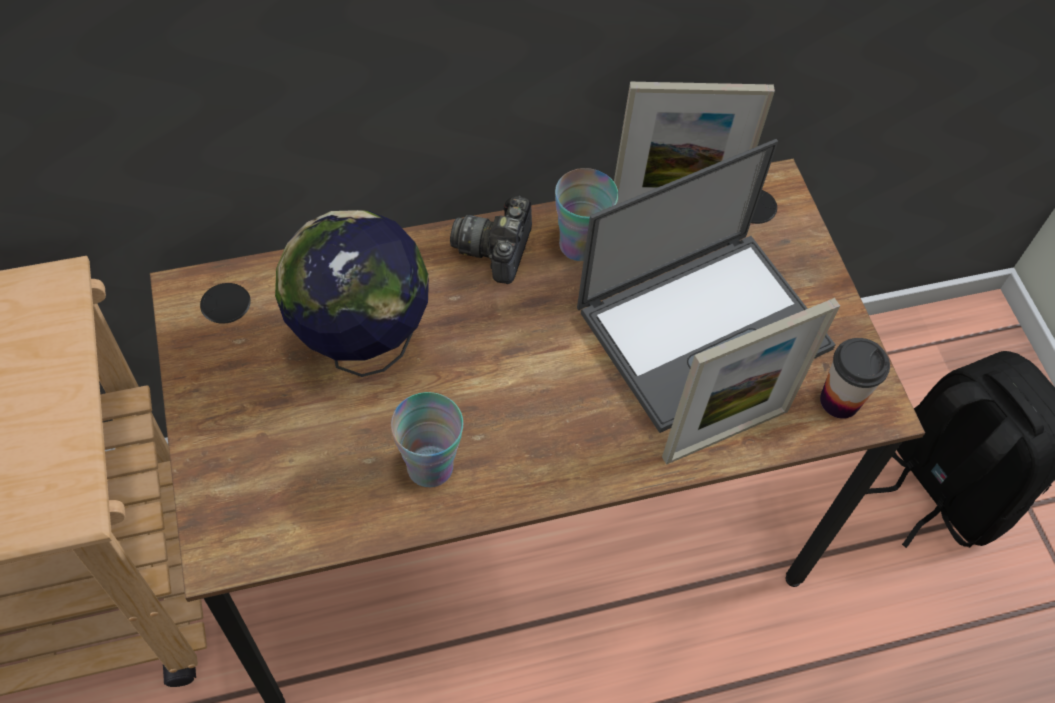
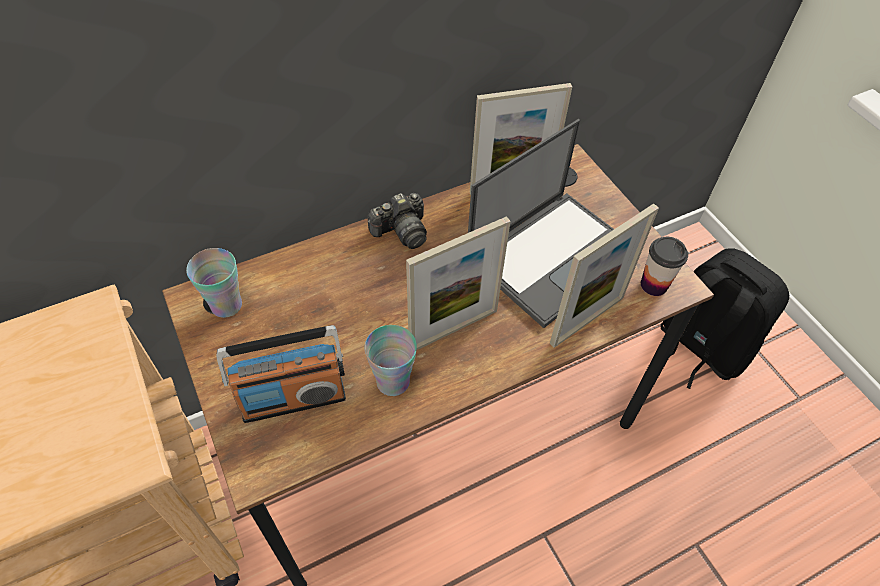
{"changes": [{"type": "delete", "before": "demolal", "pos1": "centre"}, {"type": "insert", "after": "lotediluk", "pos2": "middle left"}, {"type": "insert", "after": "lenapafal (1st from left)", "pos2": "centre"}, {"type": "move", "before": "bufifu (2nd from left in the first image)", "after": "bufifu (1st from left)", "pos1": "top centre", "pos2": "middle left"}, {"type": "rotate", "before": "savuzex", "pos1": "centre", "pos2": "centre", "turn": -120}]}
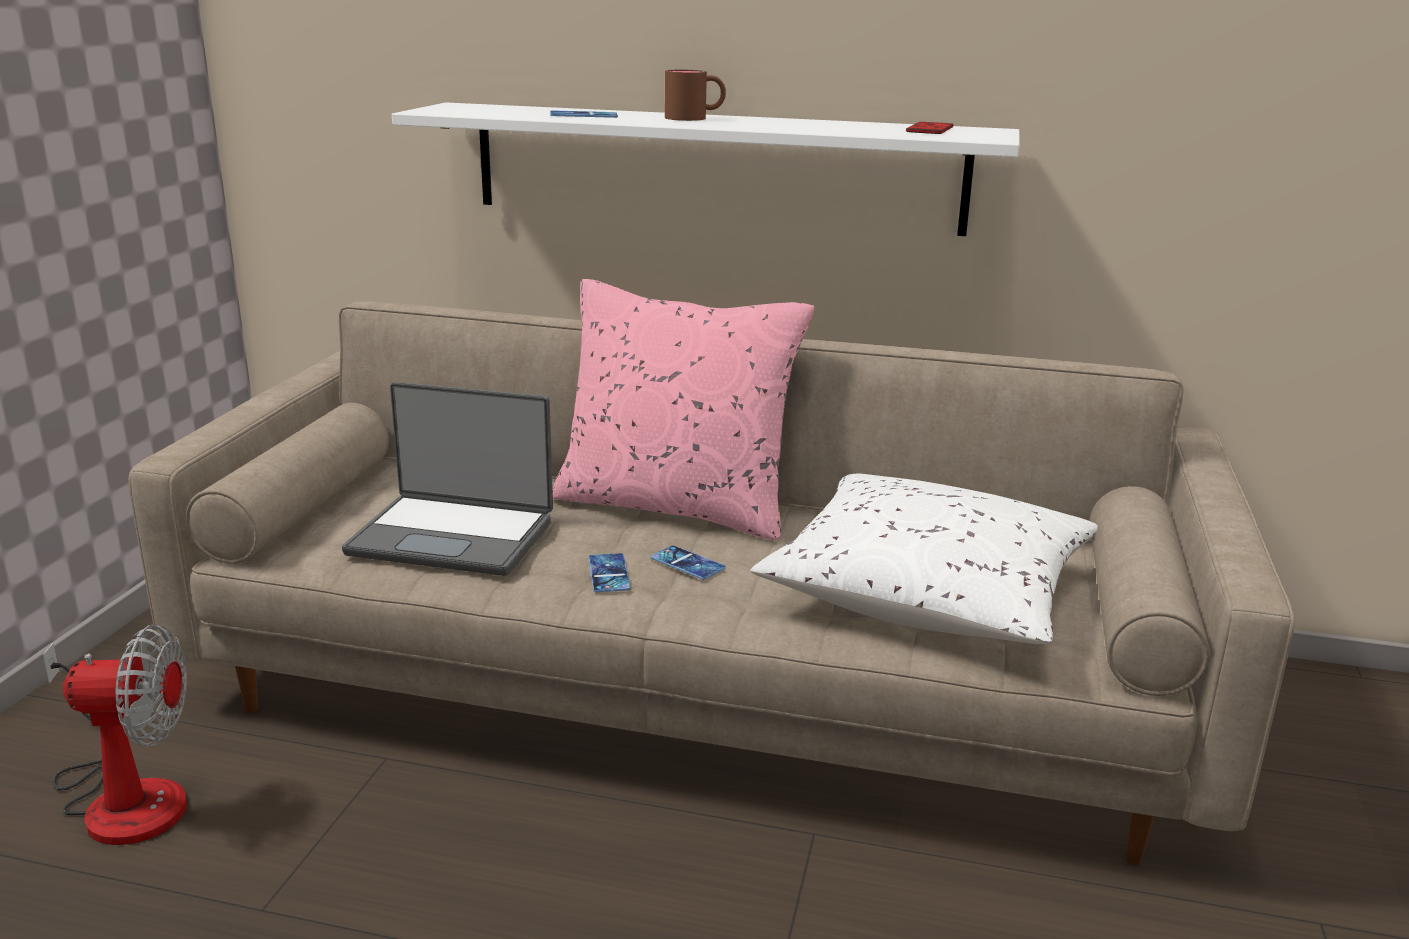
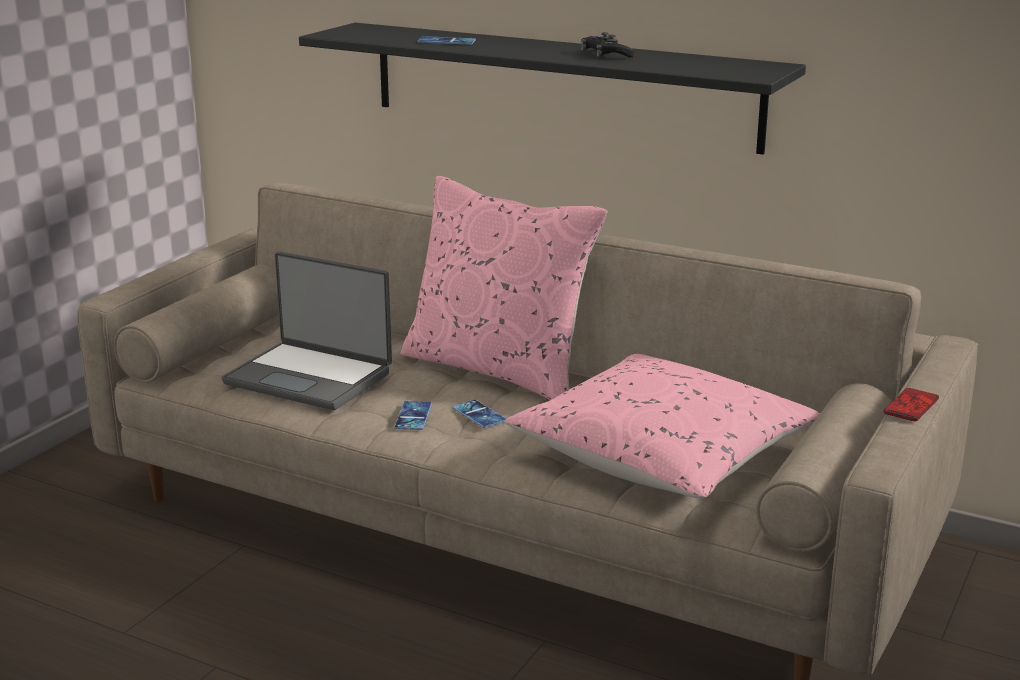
{"changes": [{"type": "delete", "before": "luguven", "pos1": "bottom left"}, {"type": "delete", "before": "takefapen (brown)", "pos1": "top centre"}, {"type": "insert", "after": "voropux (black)", "pos2": "top centre"}, {"type": "move", "before": "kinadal (4th from left)", "pos1": "top centre", "pos2": "middle right"}, {"type": "recolor", "before": "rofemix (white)", "after": "rofemix (black)", "pos1": "top centre", "pos2": "top centre"}, {"type": "recolor", "before": "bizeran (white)", "after": "bizeran (pink) (2nd from left)", "pos1": "centre", "pos2": "centre"}]}
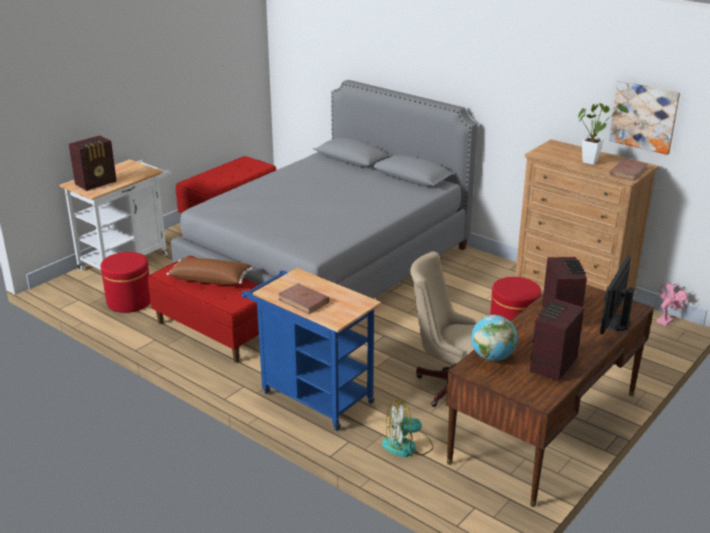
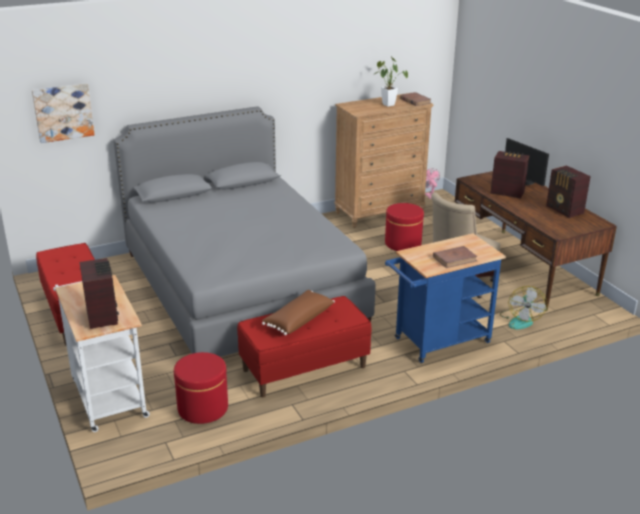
{"changes": [{"type": "delete", "before": "demolal", "pos1": "middle right"}, {"type": "move", "before": "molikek", "pos1": "top right", "pos2": "top left"}]}
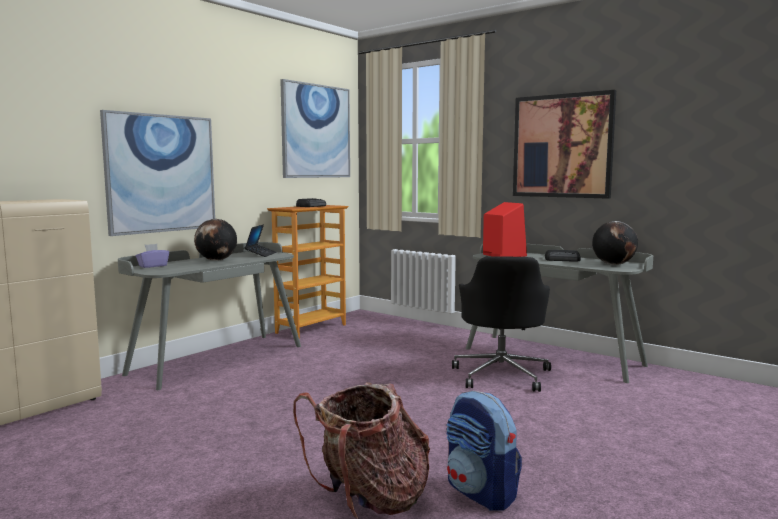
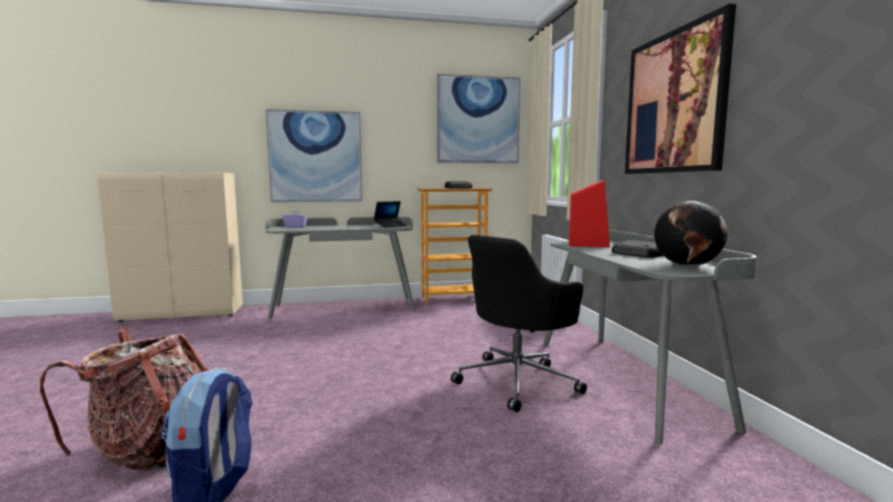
{"changes": [{"type": "delete", "before": "demolal (1st from left)", "pos1": "middle left"}]}
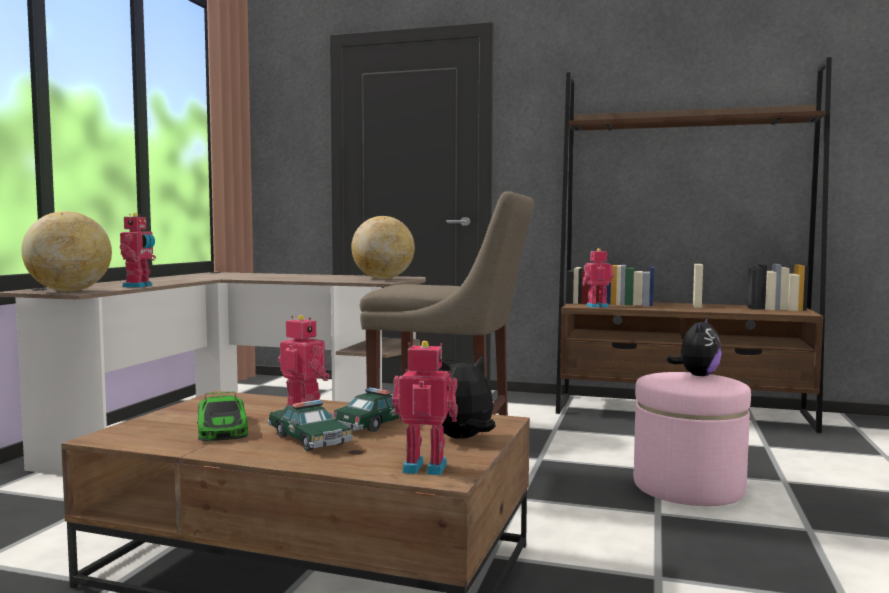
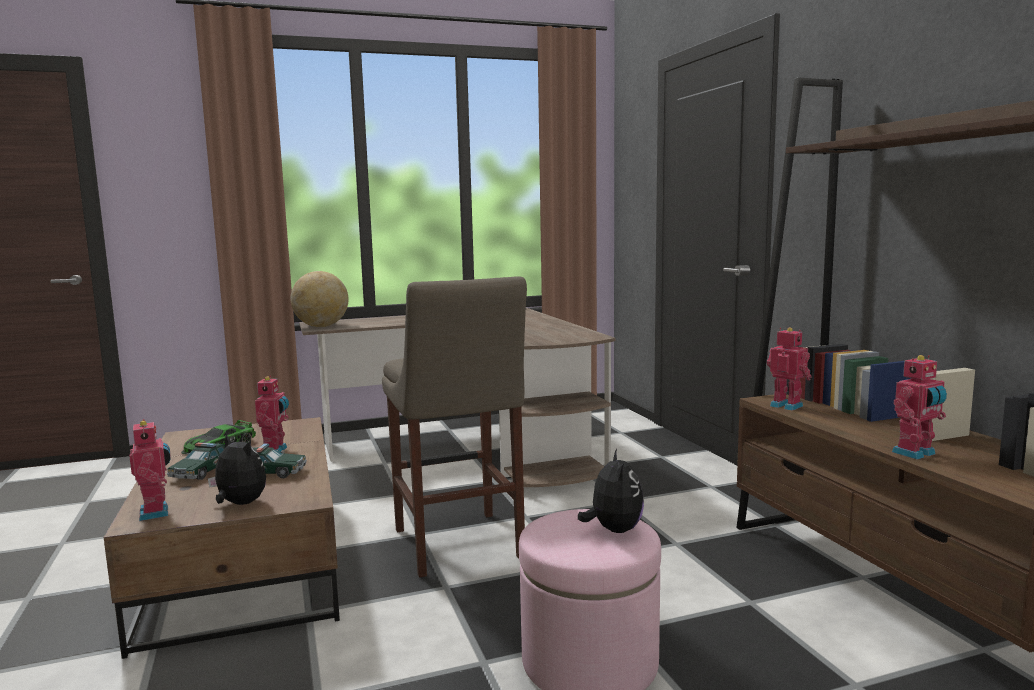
{"changes": [{"type": "delete", "before": "demolal (2nd from left)", "pos1": "centre"}, {"type": "move", "before": "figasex (1st from left in the first image)", "after": "figasex (4th from left)", "pos1": "middle left", "pos2": "middle right"}, {"type": "rotate", "before": "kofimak (2nd from left)", "pos1": "middle right", "pos2": "bottom centre", "turn": -90}]}
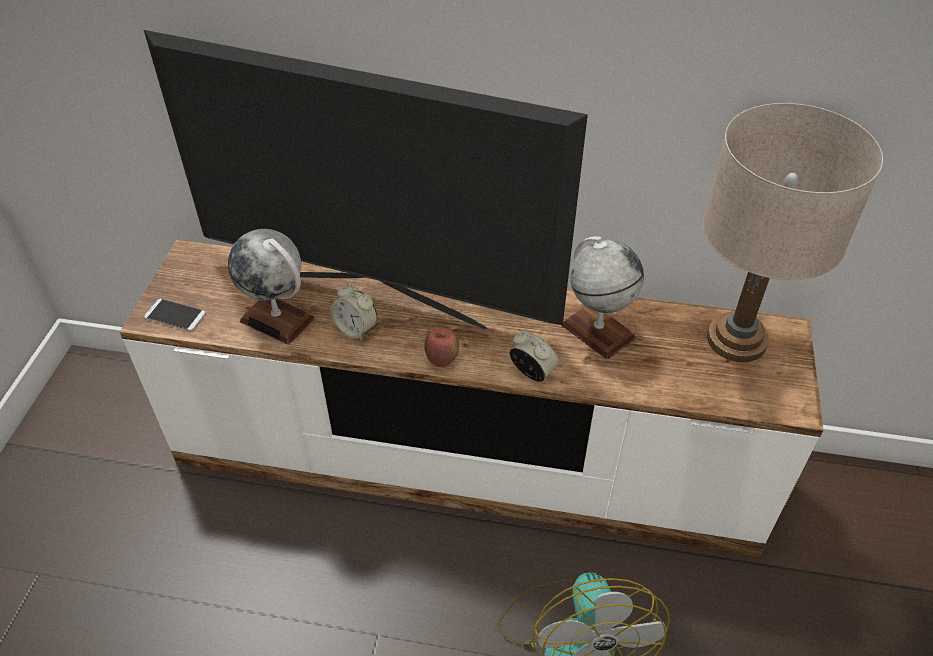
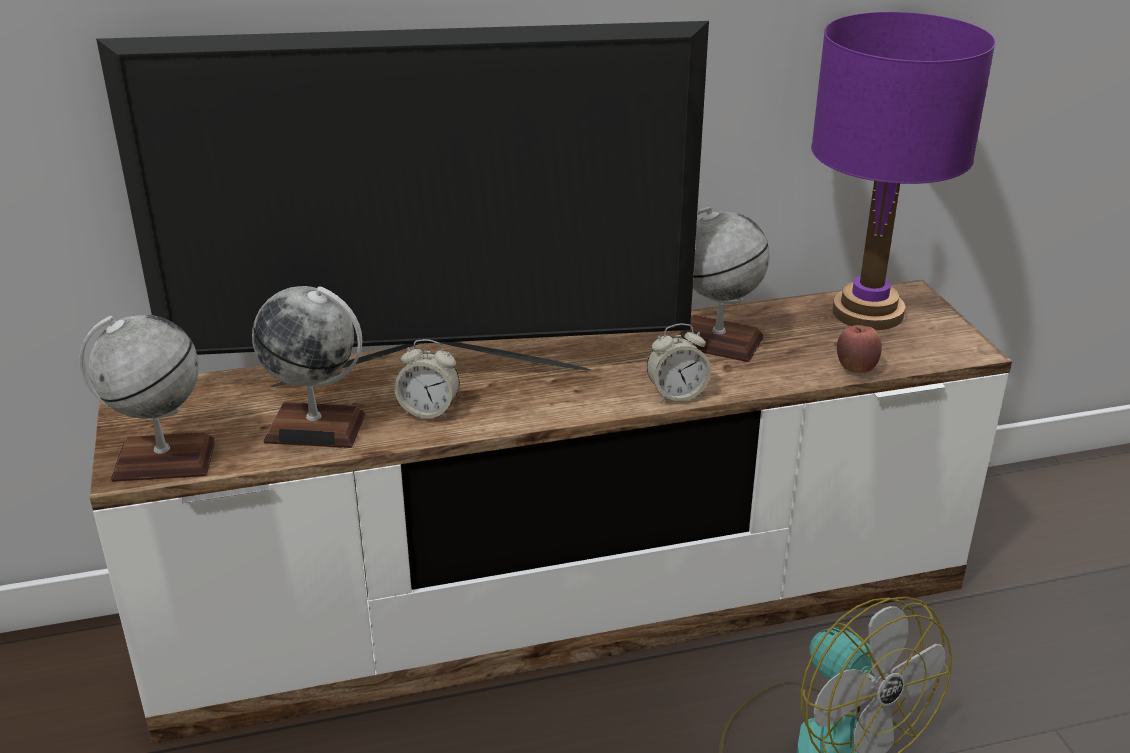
{"changes": [{"type": "move", "before": "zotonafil", "pos1": "centre", "pos2": "middle right"}, {"type": "replace", "before": "kinadal", "after": "demolal (1st from left)", "pos1": "middle left", "pos2": "middle left"}, {"type": "recolor", "before": "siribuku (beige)", "after": "siribuku (purple)", "pos1": "middle right", "pos2": "top right"}, {"type": "rotate", "before": "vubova (2nd from left)", "pos1": "centre", "pos2": "centre", "turn": 150}]}
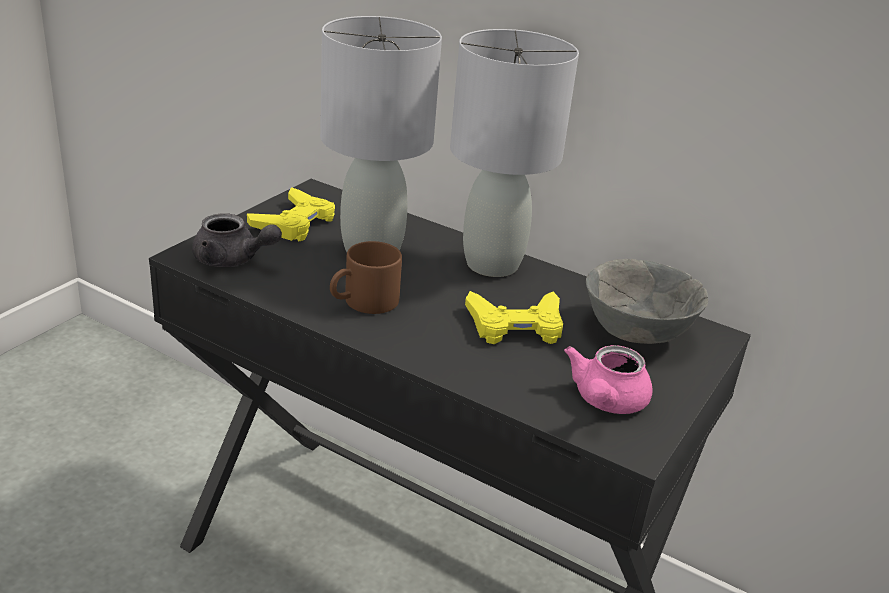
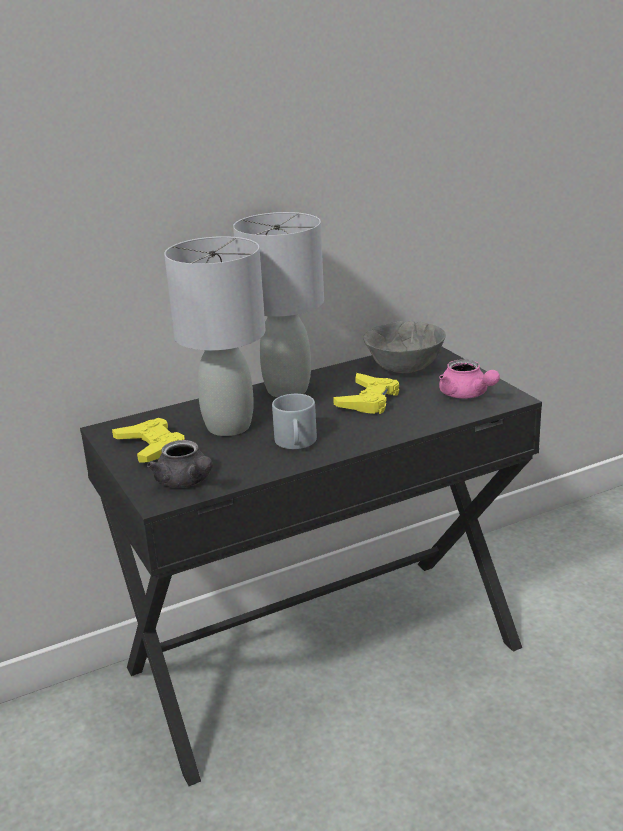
{"changes": [{"type": "recolor", "before": "takefapen (brown)", "after": "takefapen (grey)", "pos1": "centre", "pos2": "centre"}, {"type": "rotate", "before": "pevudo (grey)", "pos1": "middle left", "pos2": "middle left", "turn": 90}]}
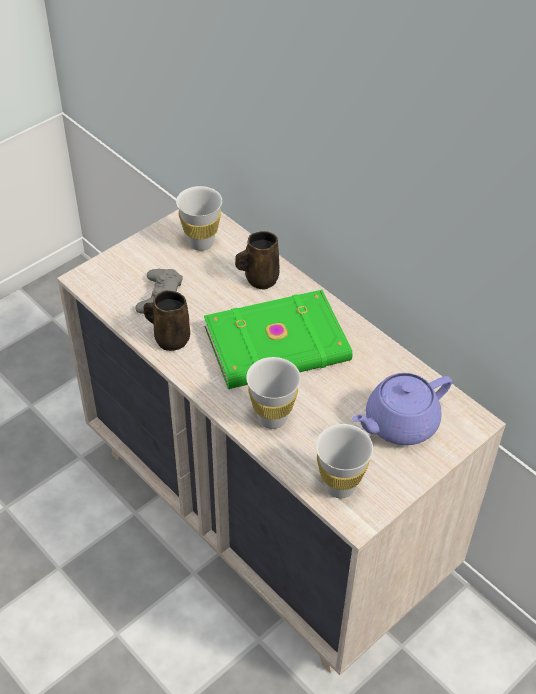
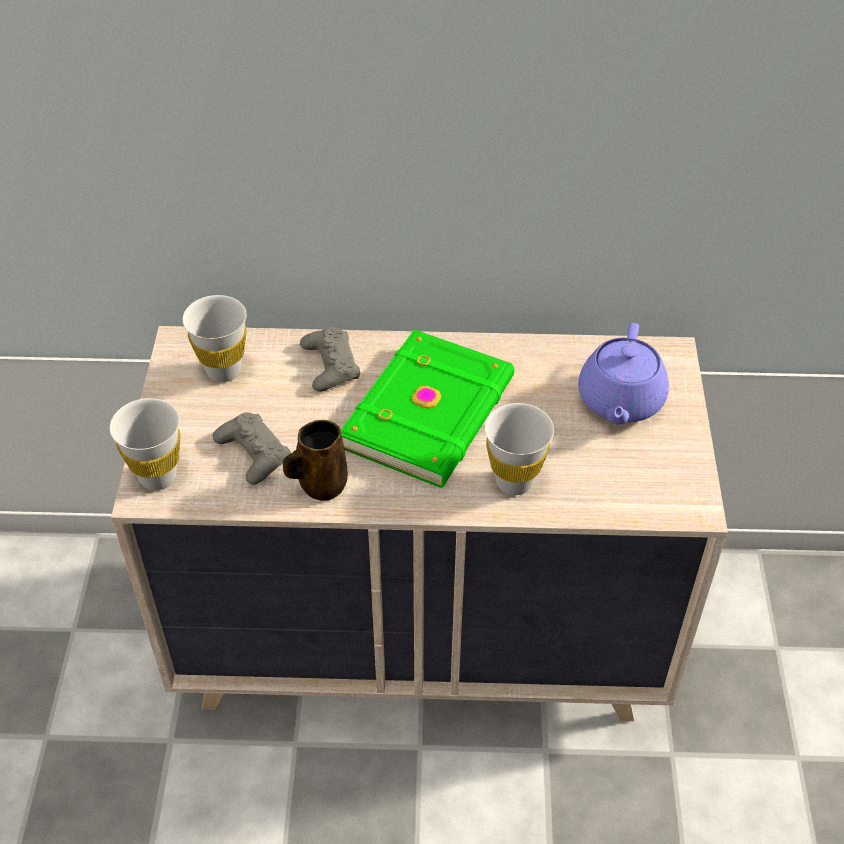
{"changes": [{"type": "move", "before": "bufifu (white) (3rd from left in the first image)", "after": "bufifu (white) (1st from left)", "pos1": "centre", "pos2": "middle left"}, {"type": "replace", "before": "takefapen (brown) (2nd from left)", "after": "voropux (grey) (2nd from left)", "pos1": "centre", "pos2": "centre"}]}
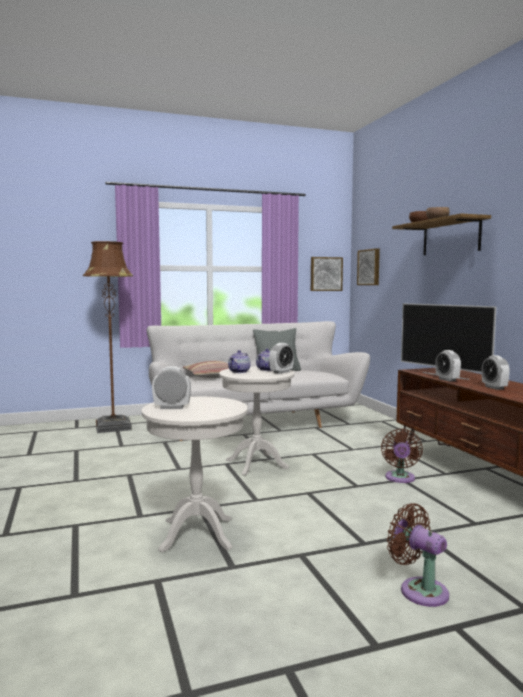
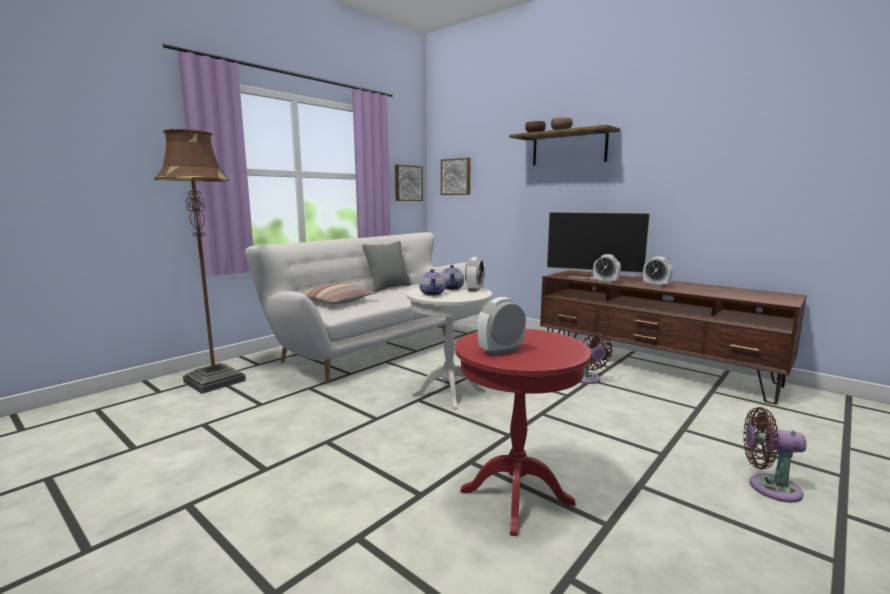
{"changes": [{"type": "recolor", "before": "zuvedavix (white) (1st from left)", "after": "zuvedavix (red)", "pos1": "bottom centre", "pos2": "bottom centre"}]}
